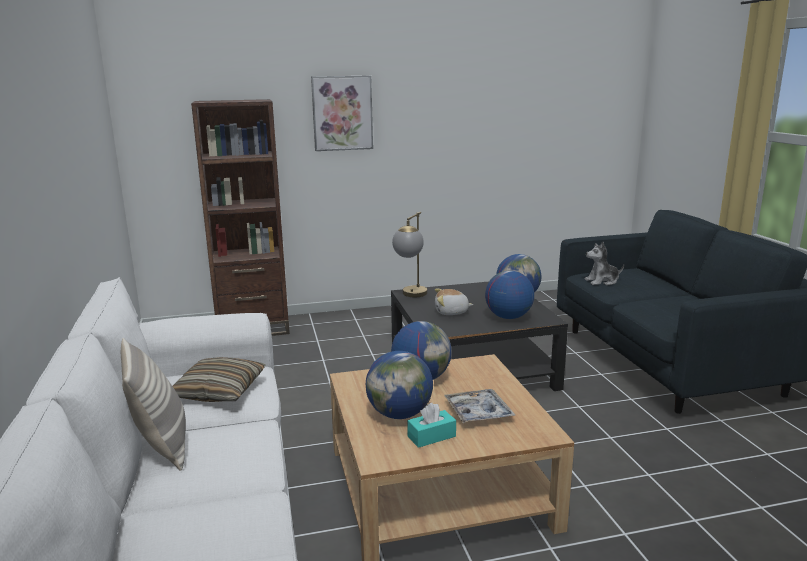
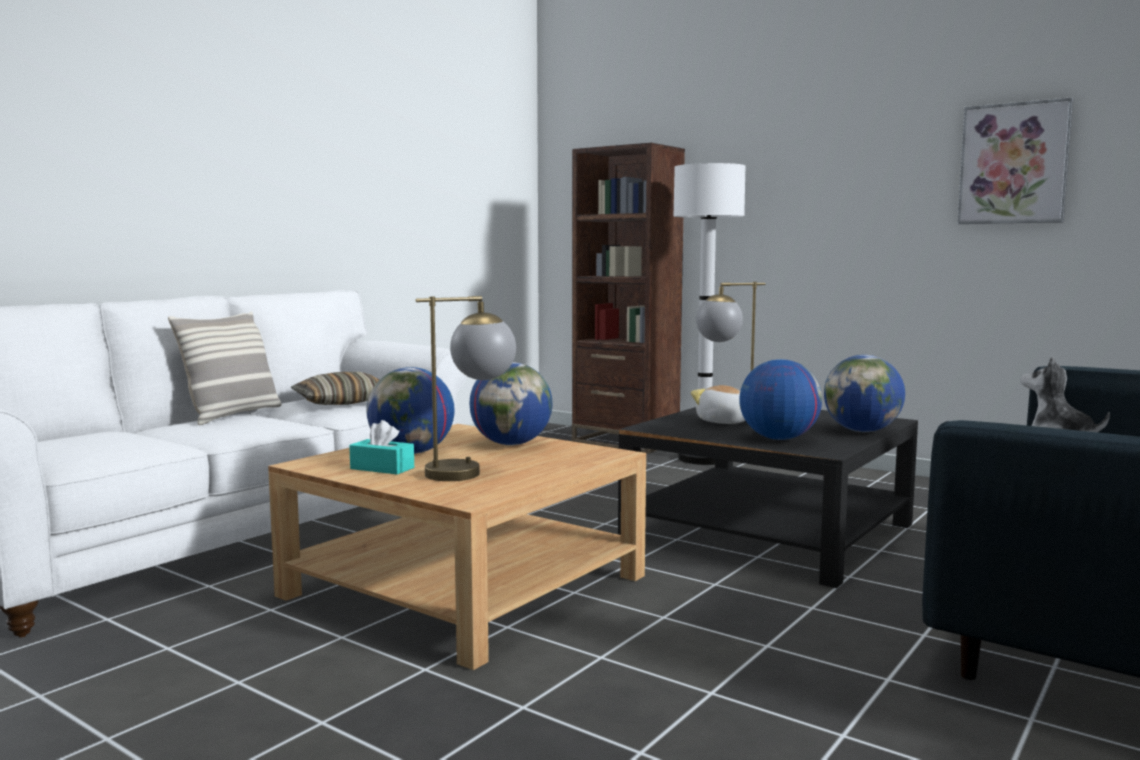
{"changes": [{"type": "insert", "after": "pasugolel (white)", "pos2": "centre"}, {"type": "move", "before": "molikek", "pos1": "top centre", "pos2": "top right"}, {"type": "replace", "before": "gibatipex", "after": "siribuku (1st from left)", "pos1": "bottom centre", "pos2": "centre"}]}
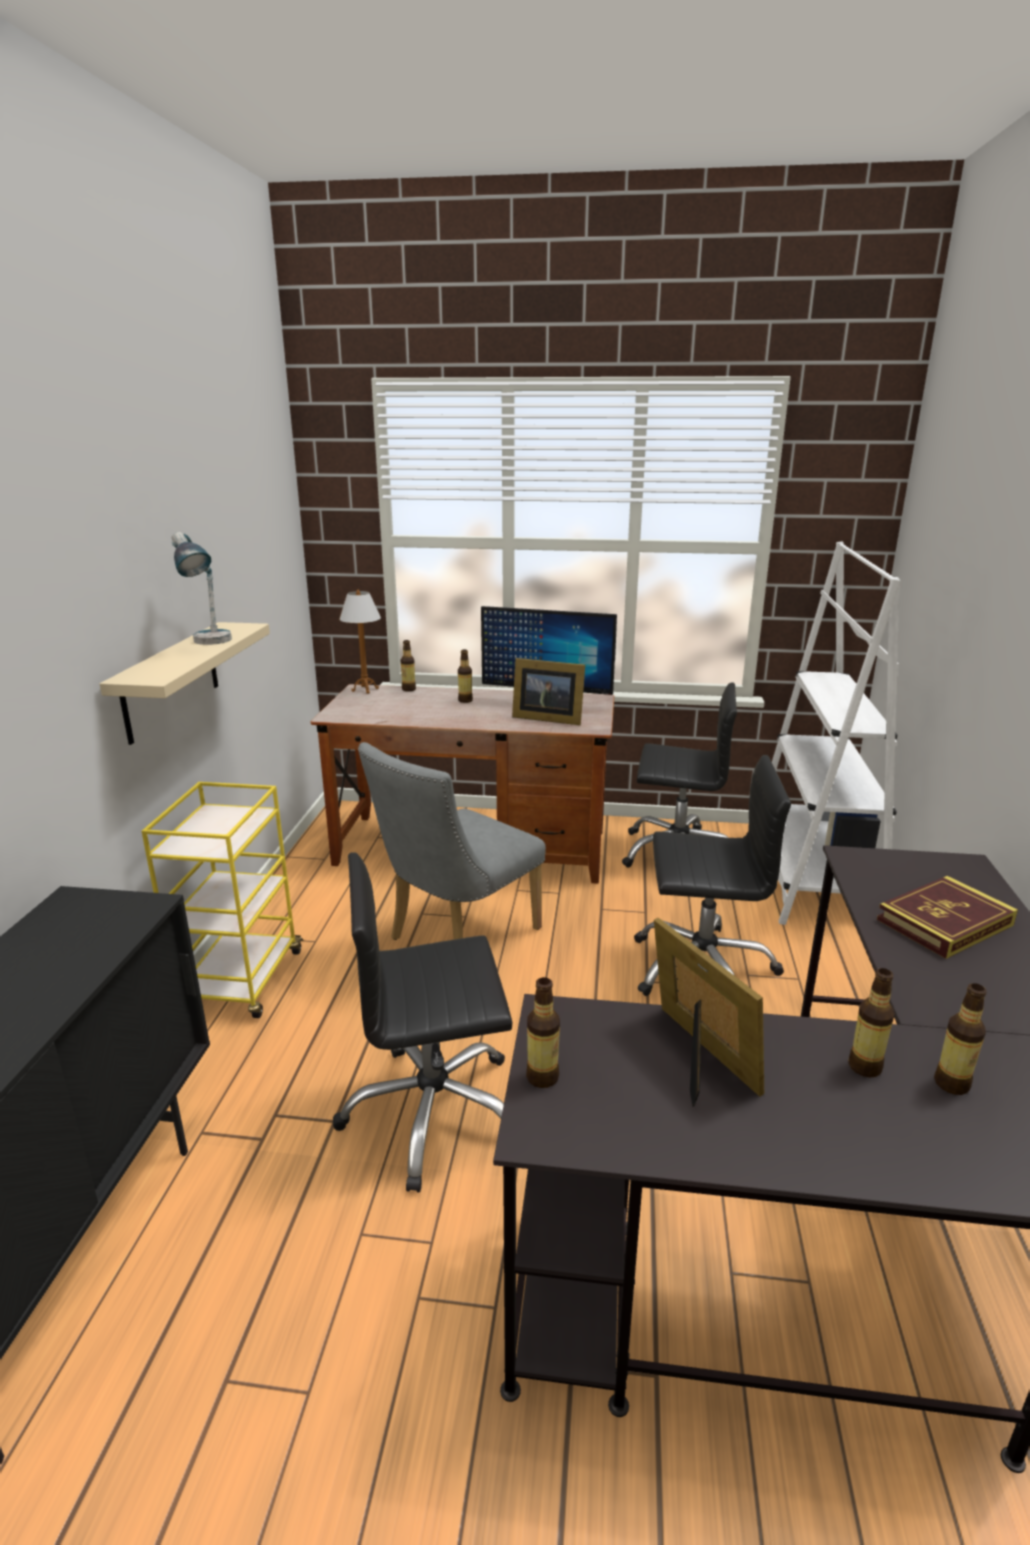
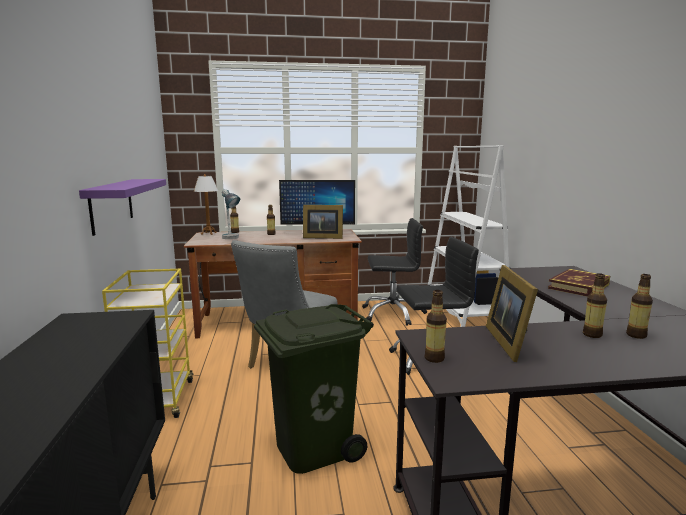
{"changes": [{"type": "move", "before": "siribuku (1st from left in the first image)", "after": "siribuku (2nd from left)", "pos1": "middle left", "pos2": "centre"}, {"type": "replace", "before": "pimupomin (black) (1st from left)", "after": "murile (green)", "pos1": "centre", "pos2": "bottom centre"}, {"type": "recolor", "before": "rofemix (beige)", "after": "rofemix (purple)", "pos1": "middle left", "pos2": "middle left"}, {"type": "rotate", "before": "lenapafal (2nd from left)", "pos1": "middle right", "pos2": "middle right", "turn": -135}]}
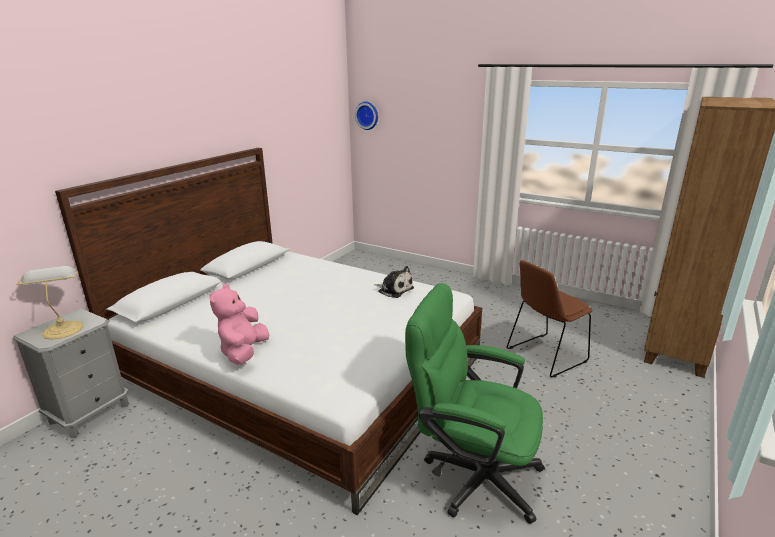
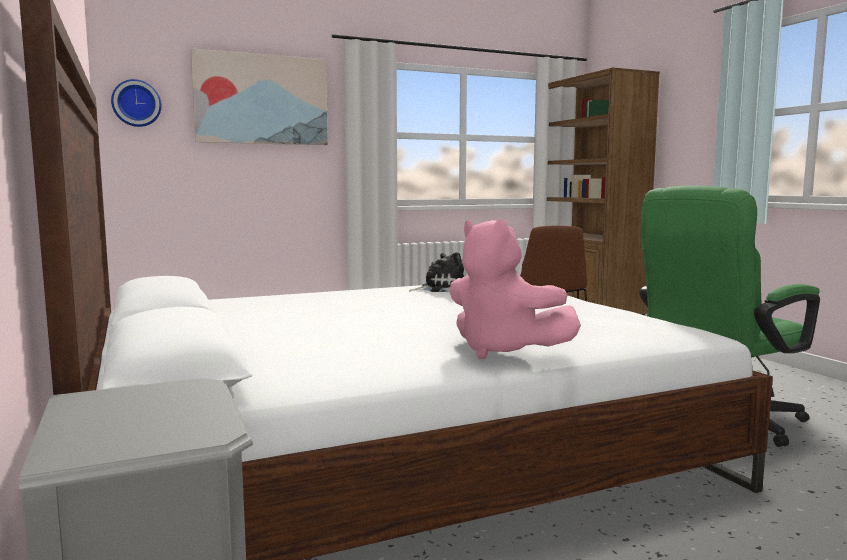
{"changes": [{"type": "delete", "before": "siribuku", "pos1": "middle left"}, {"type": "insert", "after": "molikek", "pos2": "top left"}]}
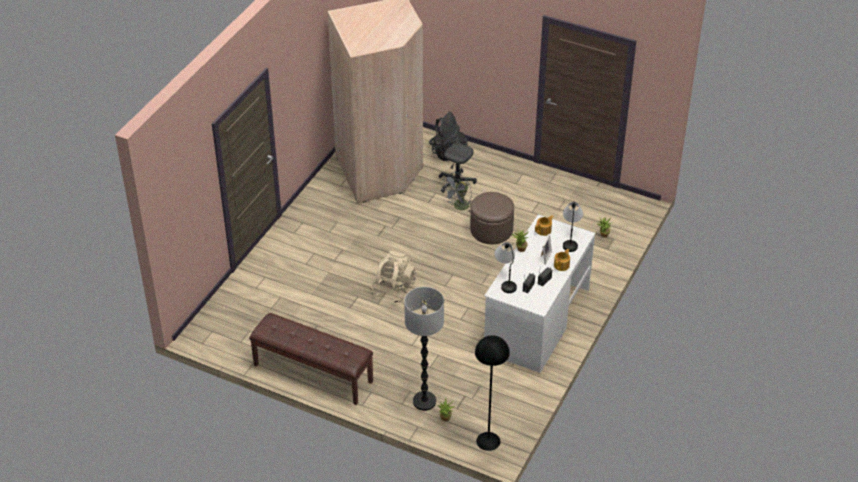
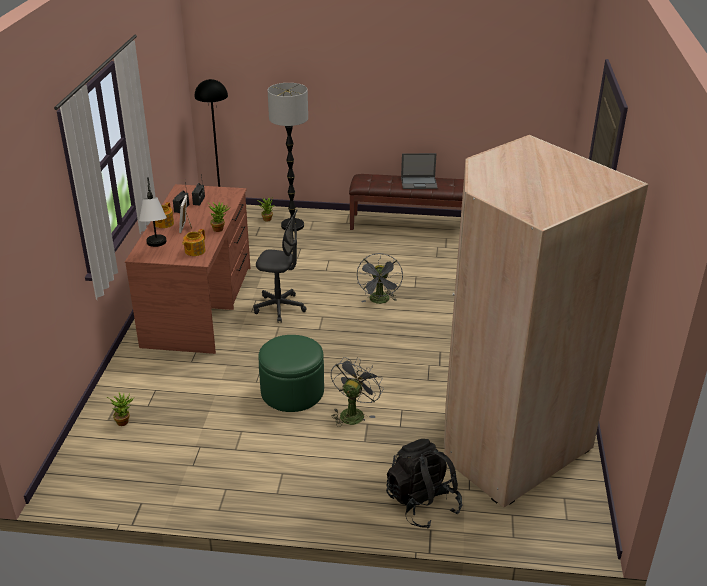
{"changes": [{"type": "delete", "before": "siribuku (1st from left)", "pos1": "centre"}, {"type": "insert", "after": "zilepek", "pos2": "top centre"}, {"type": "move", "before": "pimupomin (grey)", "pos1": "top centre", "pos2": "centre"}, {"type": "replace", "before": "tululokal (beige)", "after": "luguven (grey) (2nd from left)", "pos1": "centre", "pos2": "centre"}, {"type": "recolor", "before": "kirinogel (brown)", "after": "kirinogel (green)", "pos1": "centre", "pos2": "centre"}, {"type": "recolor", "before": "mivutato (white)", "after": "mivutato (brown)", "pos1": "centre", "pos2": "middle left"}]}
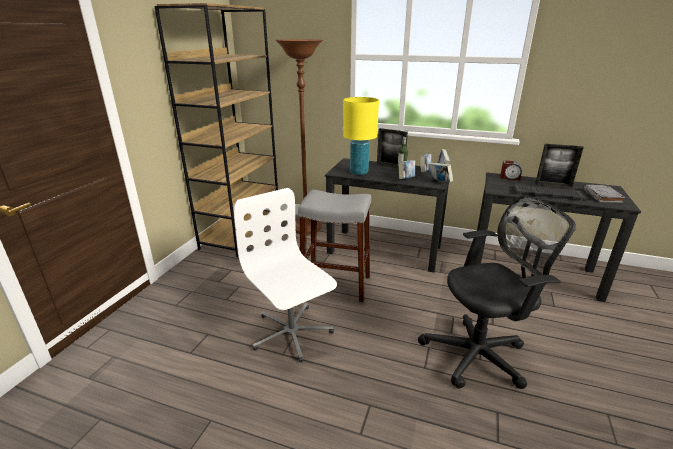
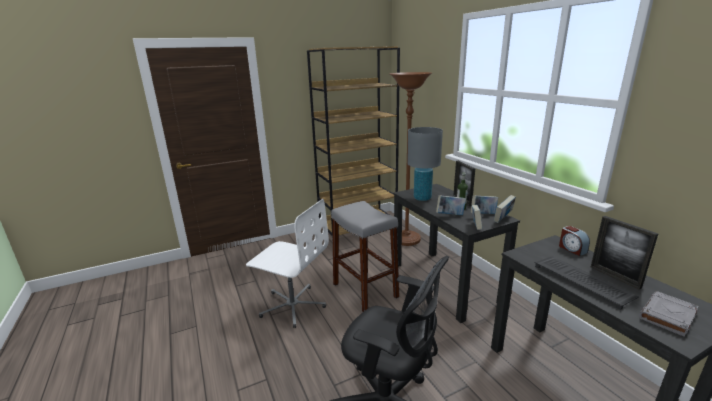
{"changes": [{"type": "recolor", "before": "siribuku (yellow)", "after": "siribuku (grey)", "pos1": "top centre", "pos2": "centre"}, {"type": "rotate", "before": "pimupomin (white)", "pos1": "centre", "pos2": "centre", "turn": 105}]}
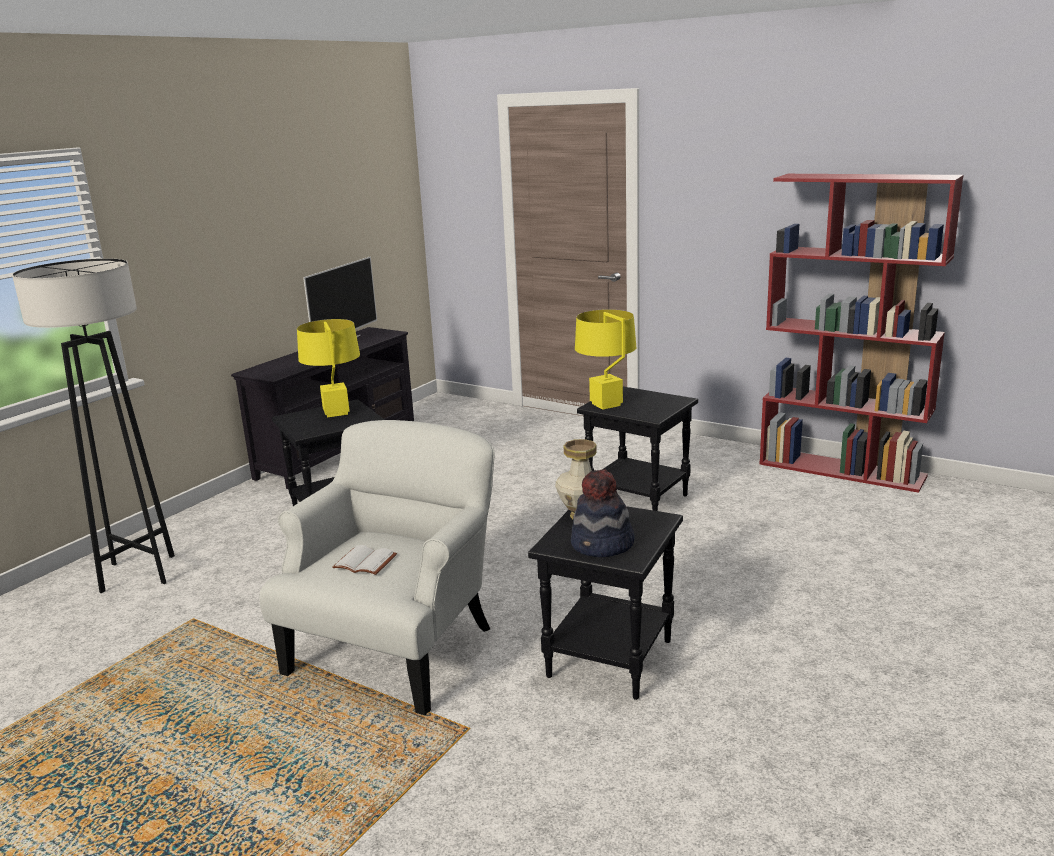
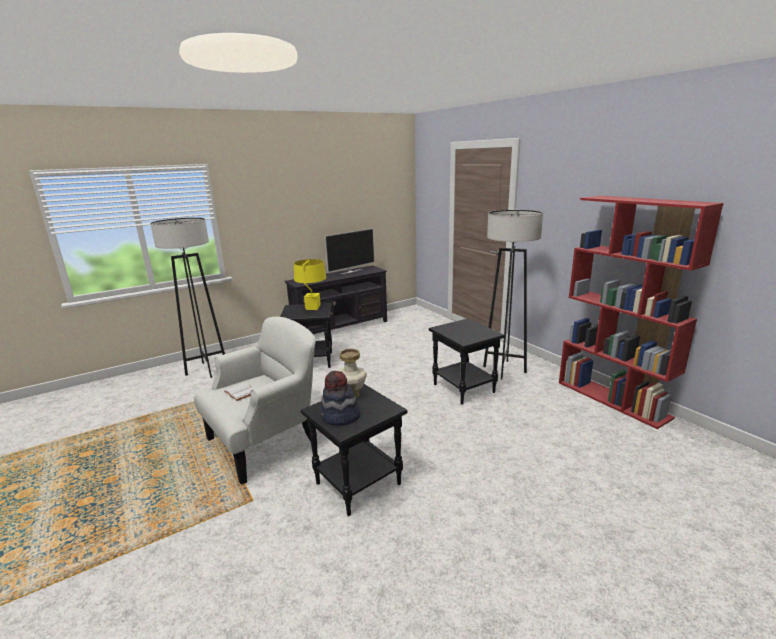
{"changes": [{"type": "delete", "before": "siribuku (yellow) (2nd from left)", "pos1": "centre"}, {"type": "insert", "after": "pasugolel (grey) (2nd from left)", "pos2": "centre"}]}
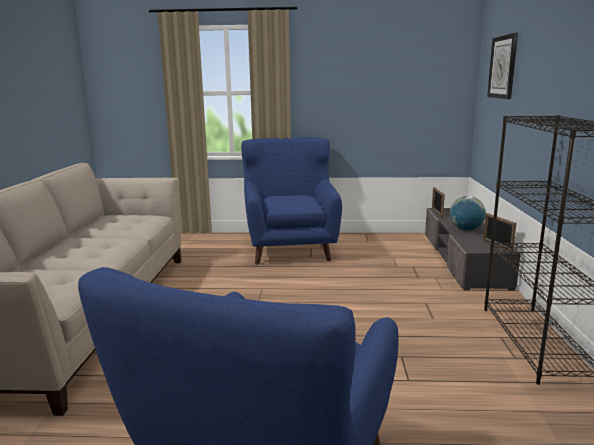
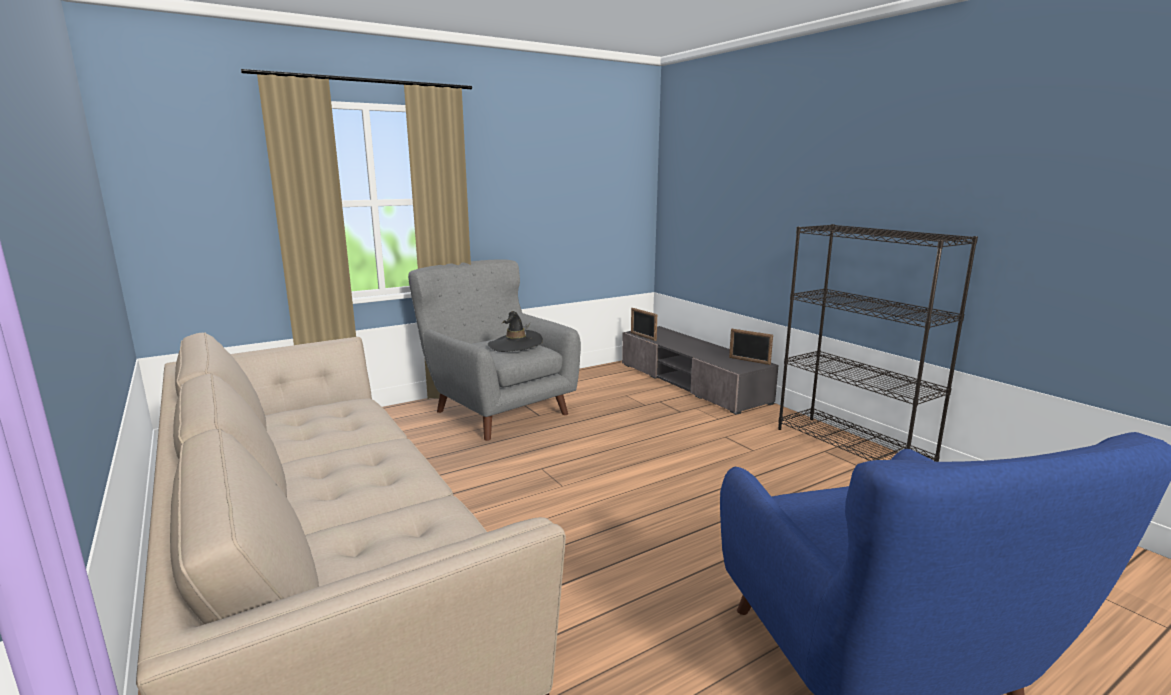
{"changes": [{"type": "delete", "before": "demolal", "pos1": "middle right"}, {"type": "delete", "before": "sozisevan", "pos1": "top right"}, {"type": "insert", "after": "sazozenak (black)", "pos2": "centre"}, {"type": "recolor", "before": "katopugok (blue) (2nd from left)", "after": "katopugok (grey)", "pos1": "centre", "pos2": "centre"}]}
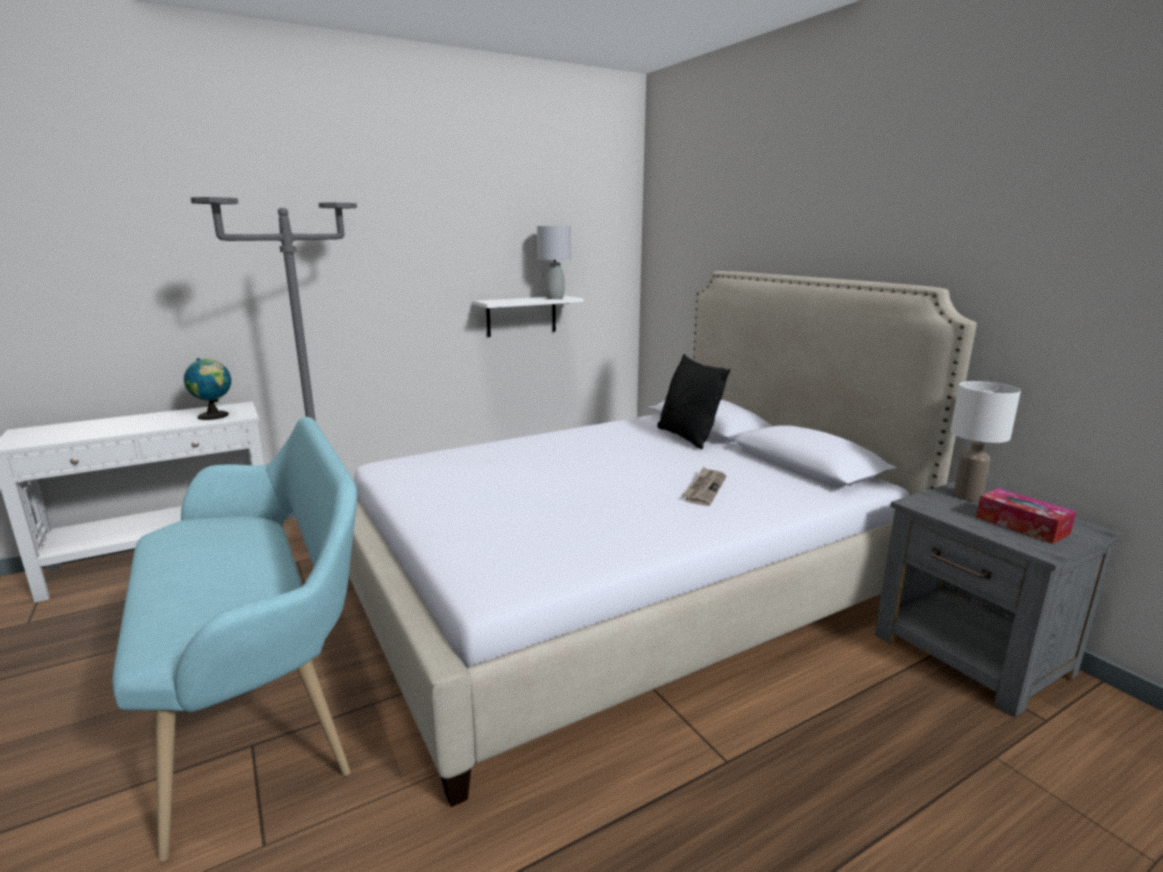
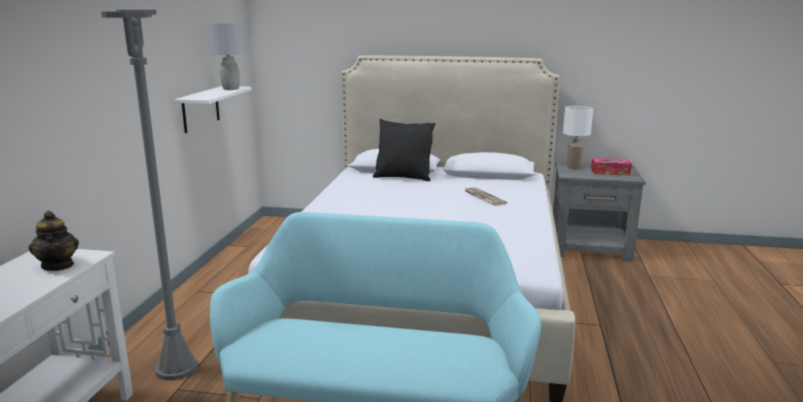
{"changes": [{"type": "replace", "before": "demolal", "after": "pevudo", "pos1": "middle left", "pos2": "middle left"}]}
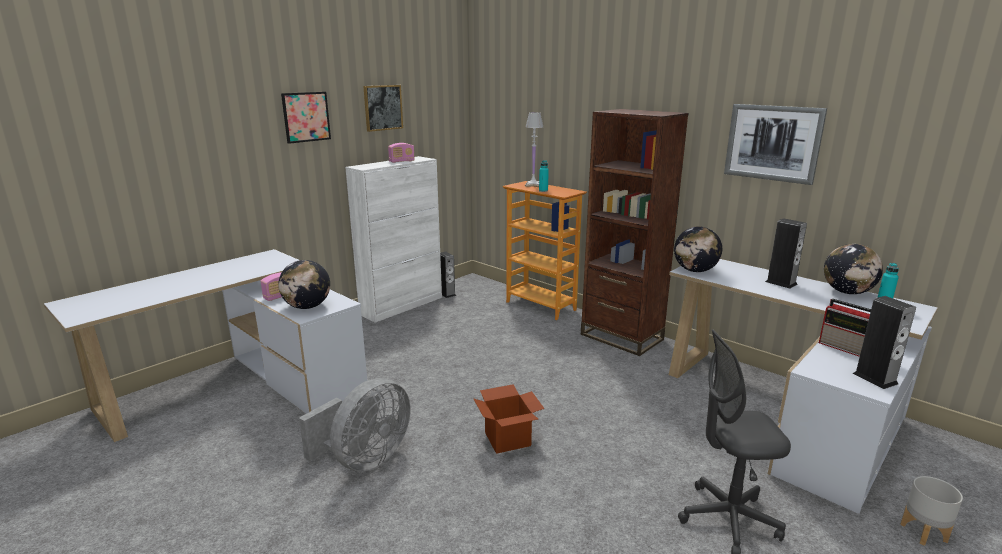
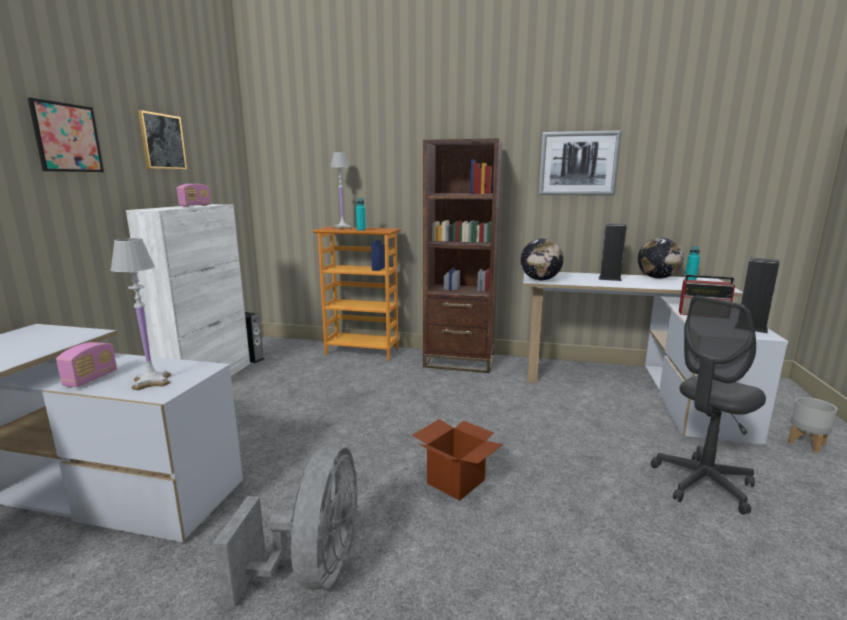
{"changes": [{"type": "replace", "before": "demolal (1st from left)", "after": "siribuku (white) (1st from left)", "pos1": "middle left", "pos2": "middle left"}]}
